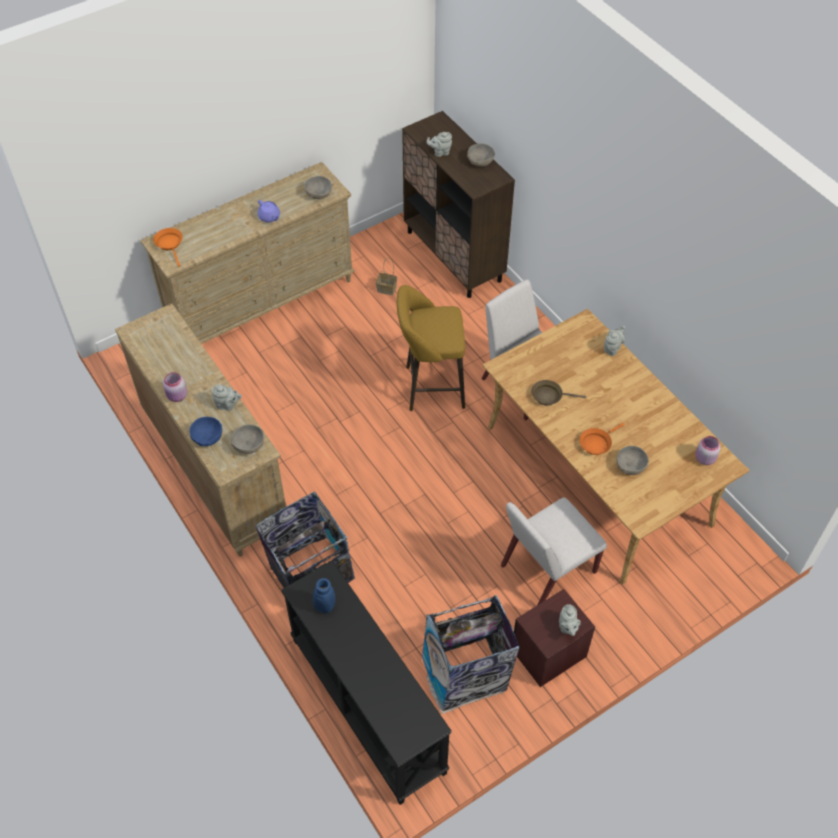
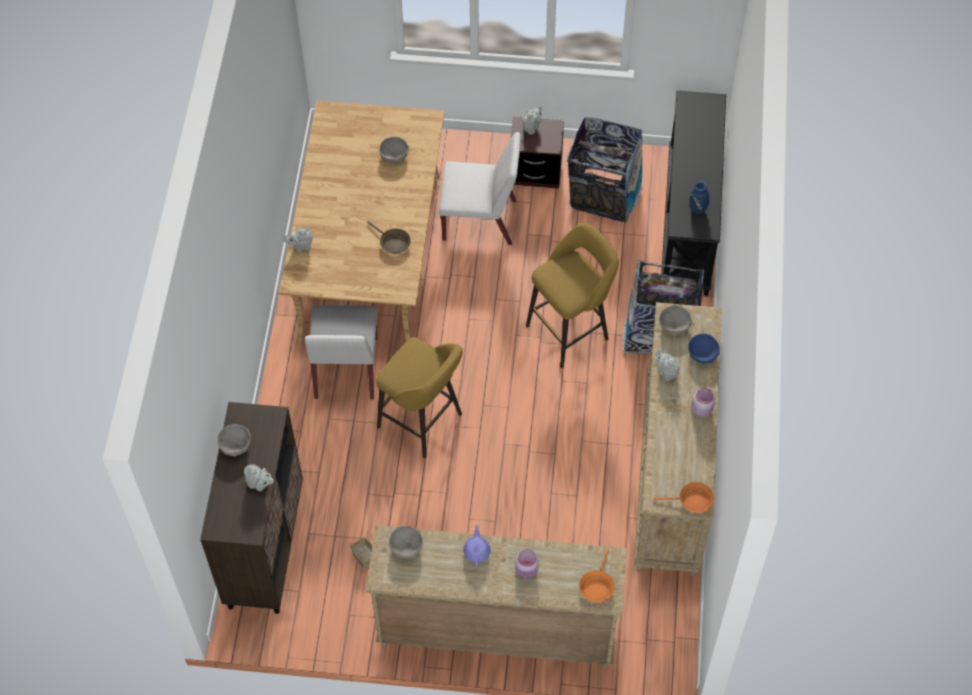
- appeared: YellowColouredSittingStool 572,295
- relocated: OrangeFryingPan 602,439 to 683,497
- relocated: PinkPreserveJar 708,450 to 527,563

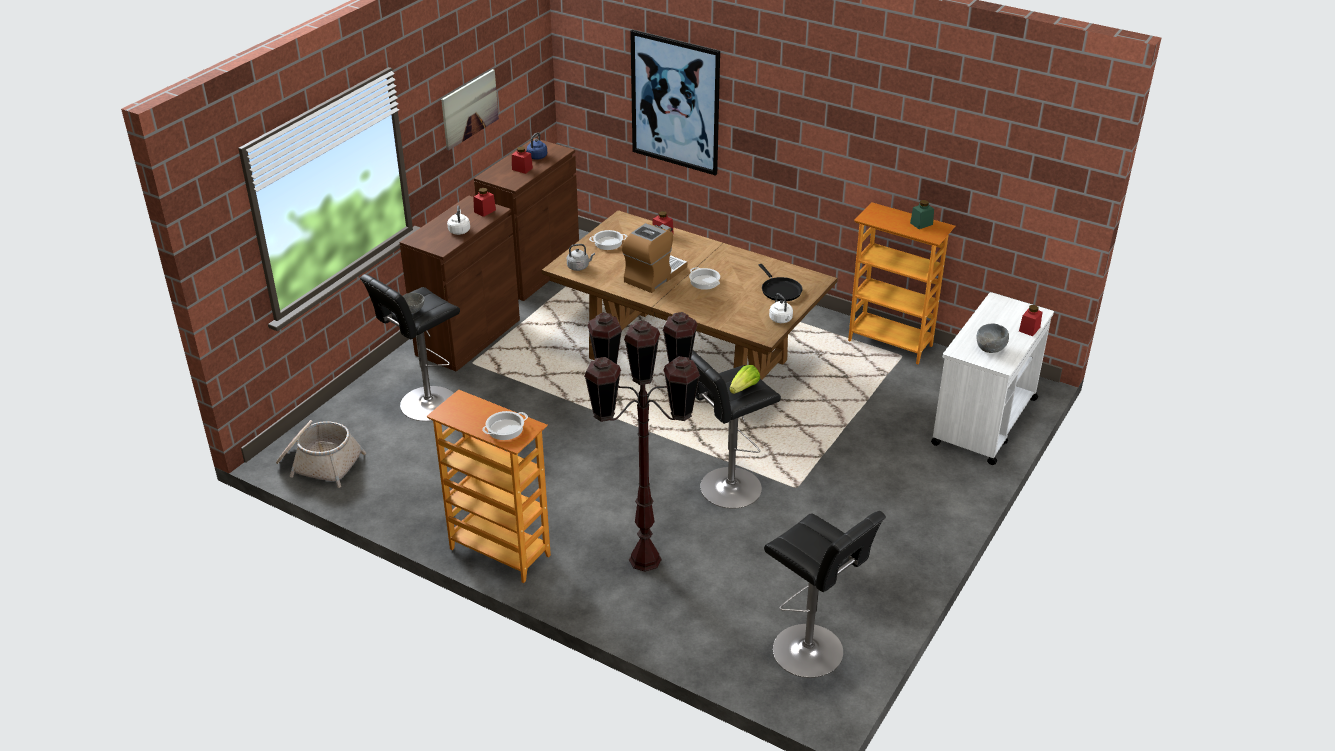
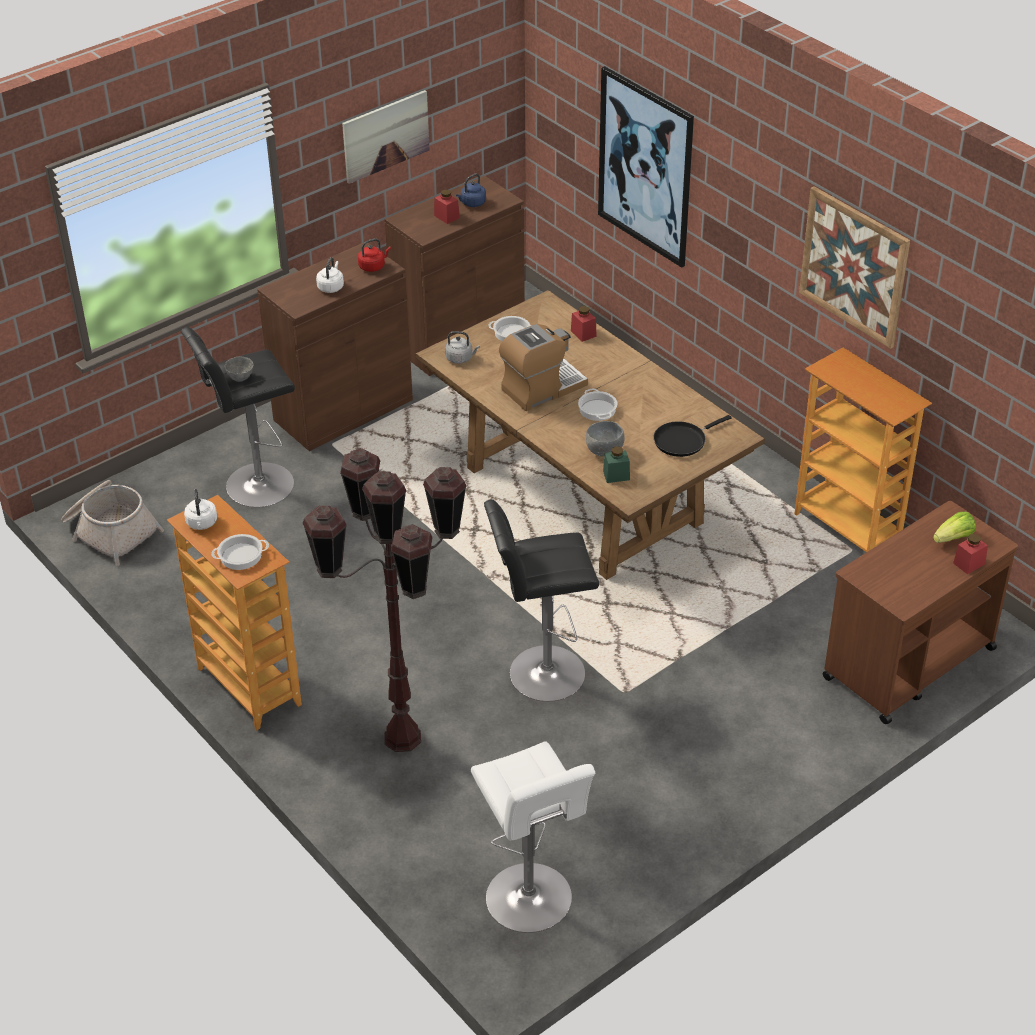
- appeared: Picture 854,267
- relocated: LettuceHead 745,379 to 954,527
- relocated: WhiteTeaKettle 781,308 to 200,509
- relocated: GreenColouredPreserveJar 922,214 to 616,464
- relocated: GreyServingBowl 992,338 to 605,439
- exchanged: ReddishPreserveJar 484,202 to ReddishTeaKettle 374,255
- colour: BlackColouredSittingStool 825,594 to WhiteSittingStool 533,837
- colour: WhiteCart 992,378 to BrownCart 920,612
- spun: BlackColouredFryingPan 781,282 = 692,436 60 degrees clockwise

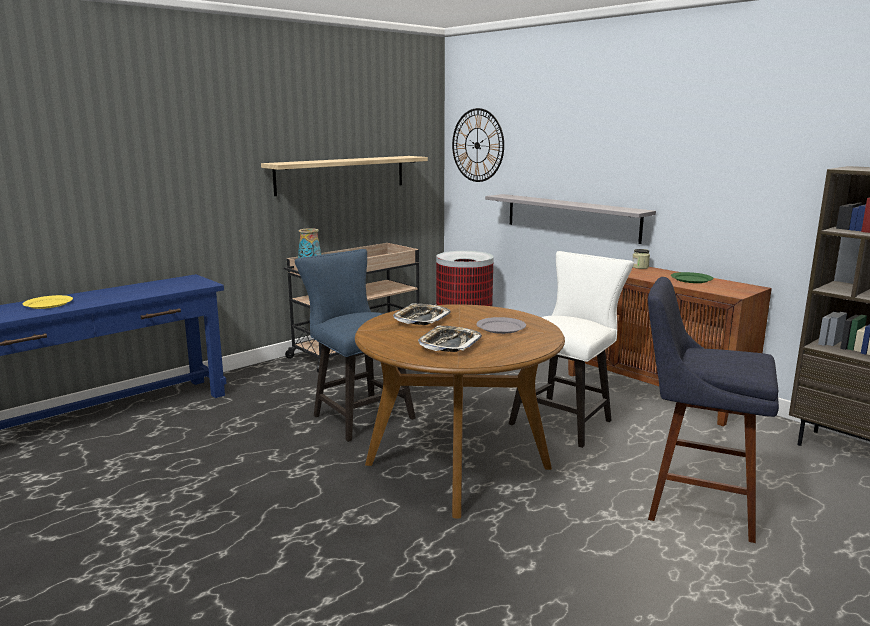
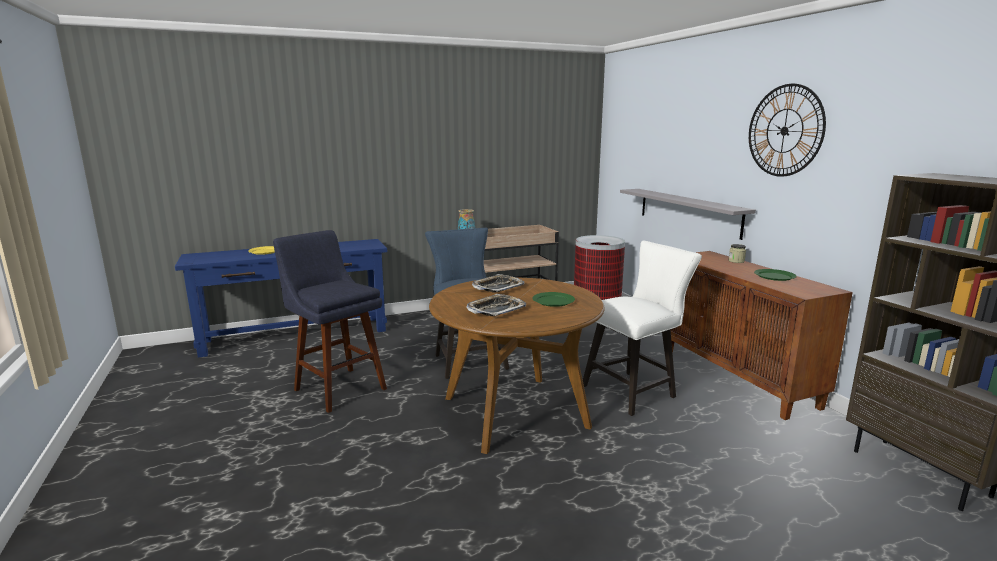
- missing: WallShelf 344,176
- relocated: WallClock 478,145 to 787,130
- relocated: BlueColouredSittingStool 713,410 to 330,321
- colour: GreyFlatDish 501,325 to GreenColouredFlatDish 553,299

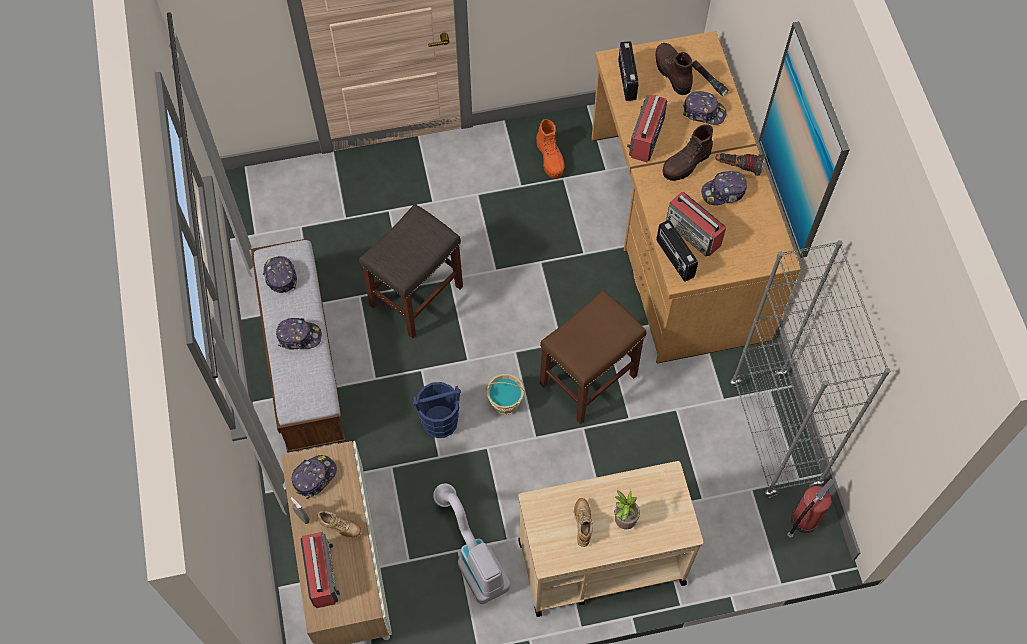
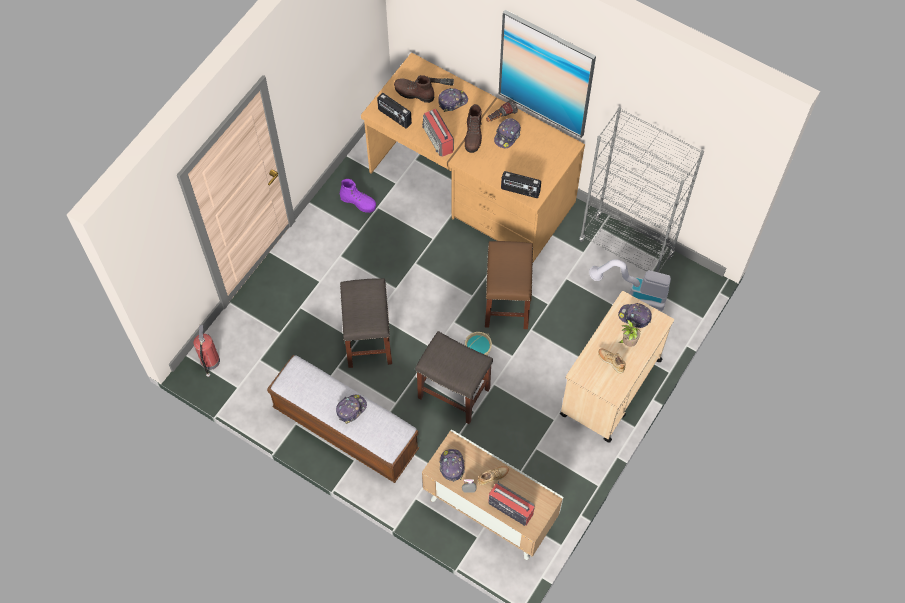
- missing: Radio 696,224
- relocated: Cap 280,274 to 635,315
- relocated: VacuumCleaner 471,543 to 630,285
- relocated: Extinguisher 811,508 to 207,351
- exchanged: BlueColouredBucket 437,410 to GreySittingStool 454,377
- colour: OrangeBoot 550,148 to PurplishBoot 358,196

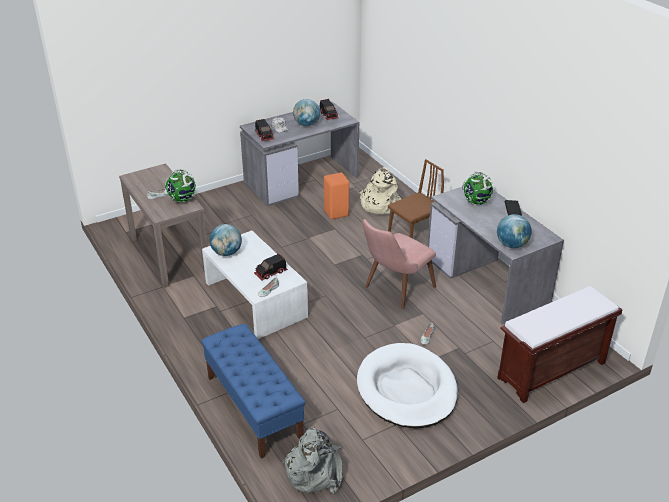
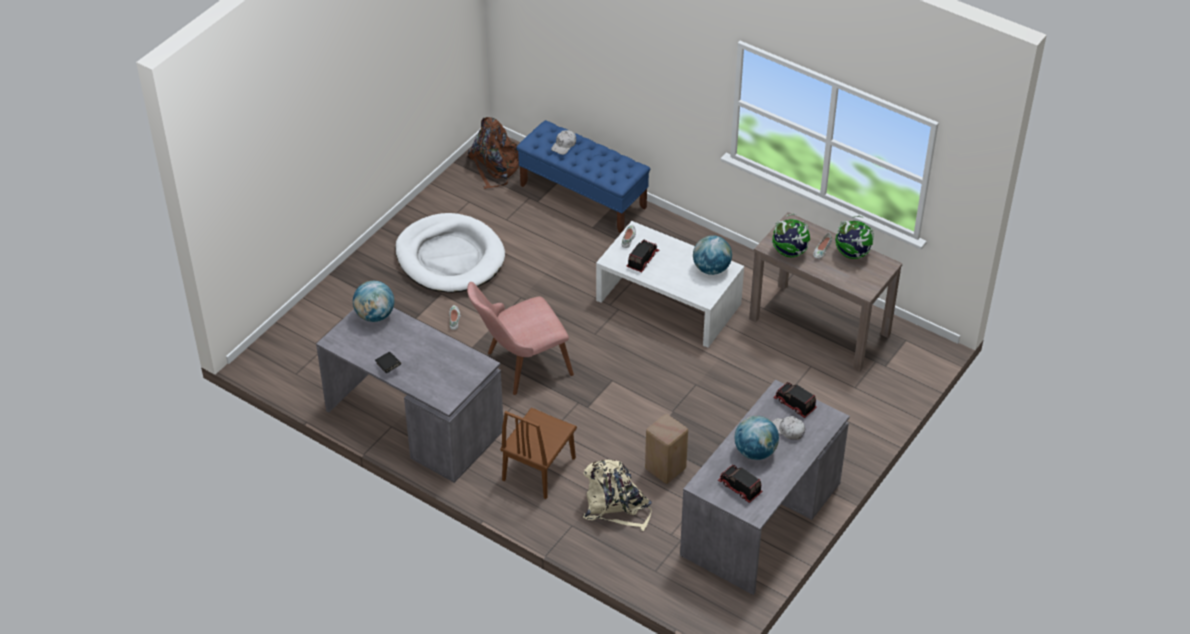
- missing: BrownLongSeat 560,344
- appeared: WhiteCap 563,142
- relocated: WorldGlobe 477,188 to 854,237
- colour: GreyKnapsack 312,460 to BrownKnapsack 493,153
- colour: OrangeSittingStool 336,196 to BeigeColouredSittingStool 666,449
- spun: PinkUprightChair 399,264 = 520,338 135 degrees counterclockwise

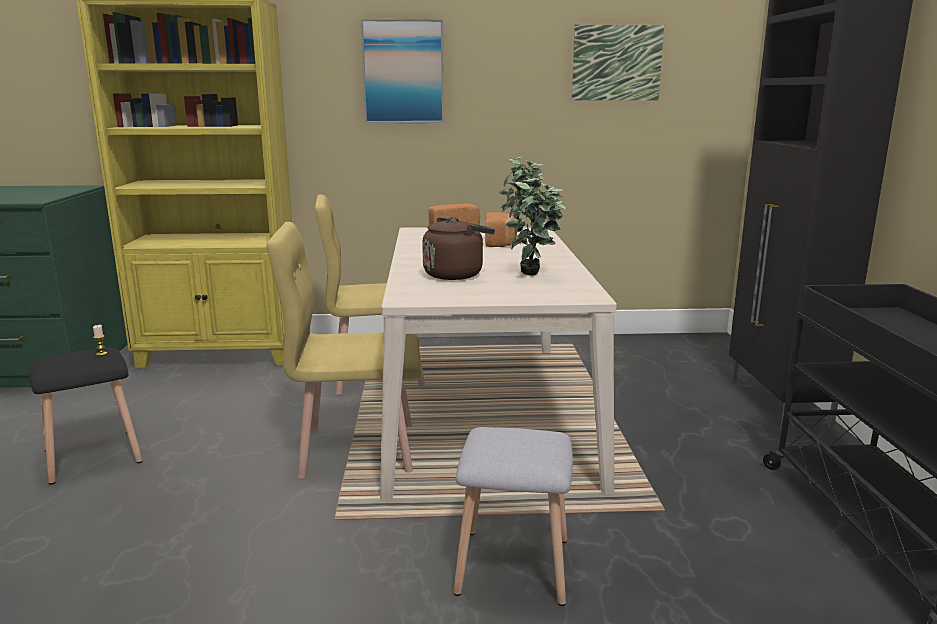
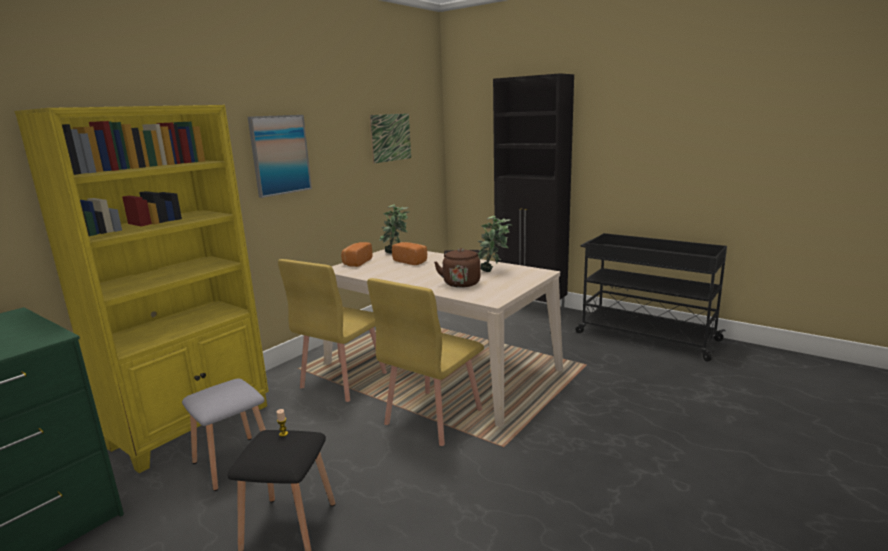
- relocated: GreySittingStool 513,516 to 224,435

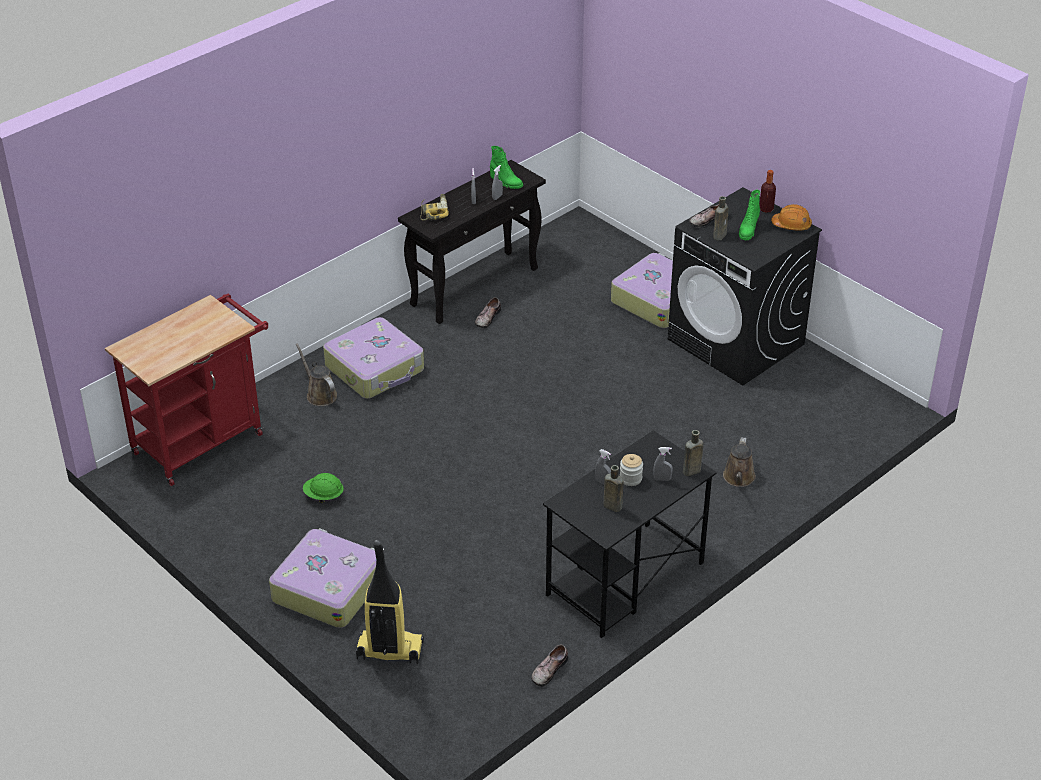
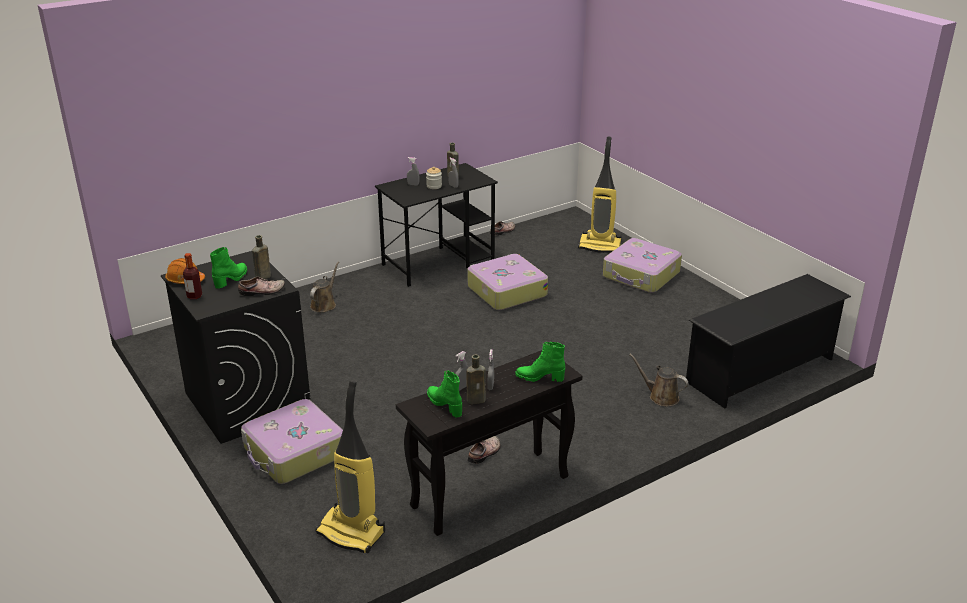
- missing: GreenColouredWorkHelmet 323,488
- appeared: VacuumCleaner 350,466
- relocated: PieceOfLuggage 373,358 to 507,282
- relocated: BrownBeverageBottle 693,453 to 476,379
- exchanged: ReddishCart 186,390 to BlackColouredShoeShelf 768,341
- exchanged: ElectricDrill 434,207 to GreenColouredBoot 540,362
- spun: BrownWateringPot 316,374 = 659,380 150 degrees clockwise

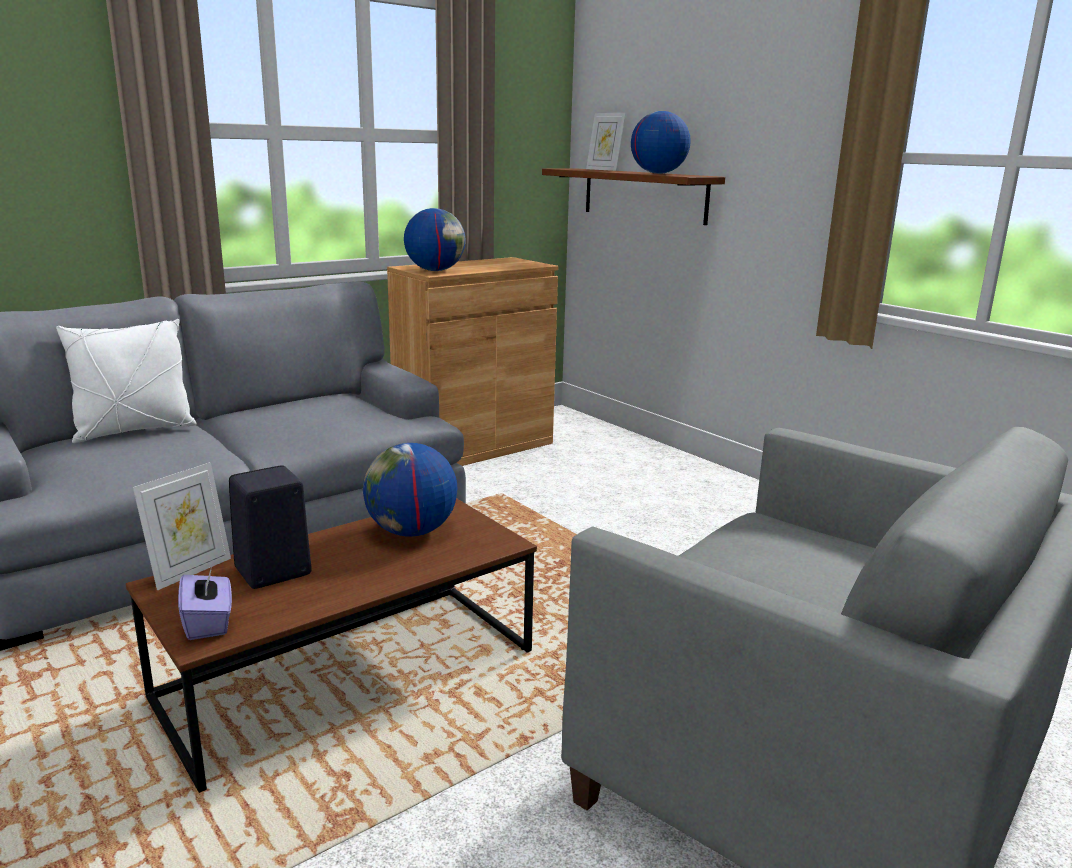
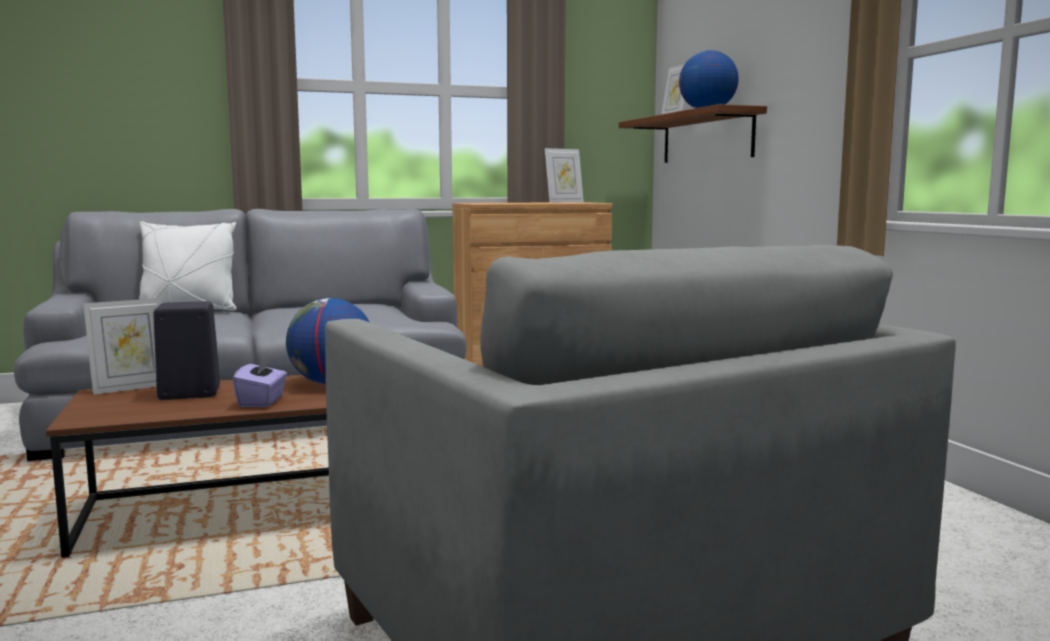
- missing: WorldGlobe 435,239
- appeared: PhotoFrame 564,175
- relocated: PurplishTissueHolder 205,603 to 259,380

